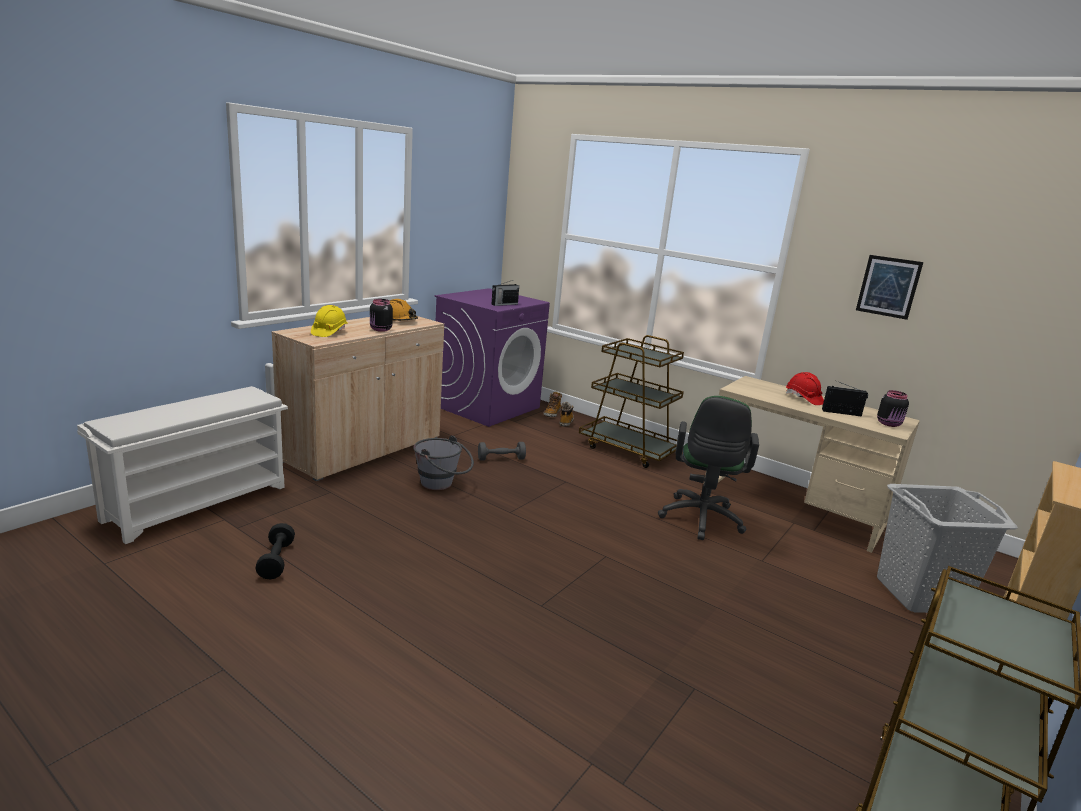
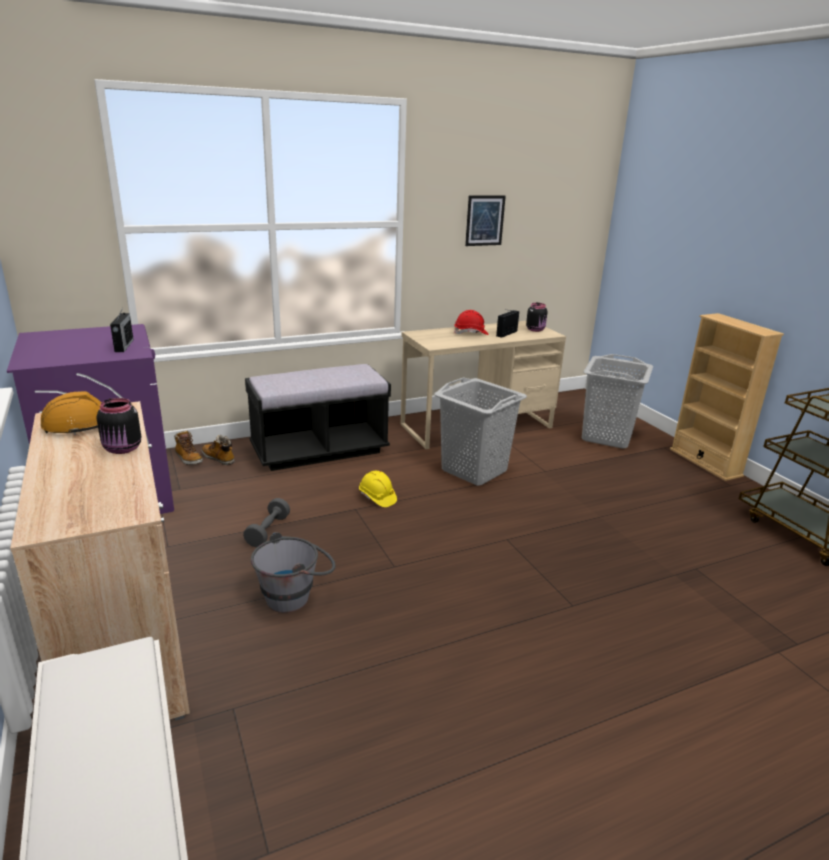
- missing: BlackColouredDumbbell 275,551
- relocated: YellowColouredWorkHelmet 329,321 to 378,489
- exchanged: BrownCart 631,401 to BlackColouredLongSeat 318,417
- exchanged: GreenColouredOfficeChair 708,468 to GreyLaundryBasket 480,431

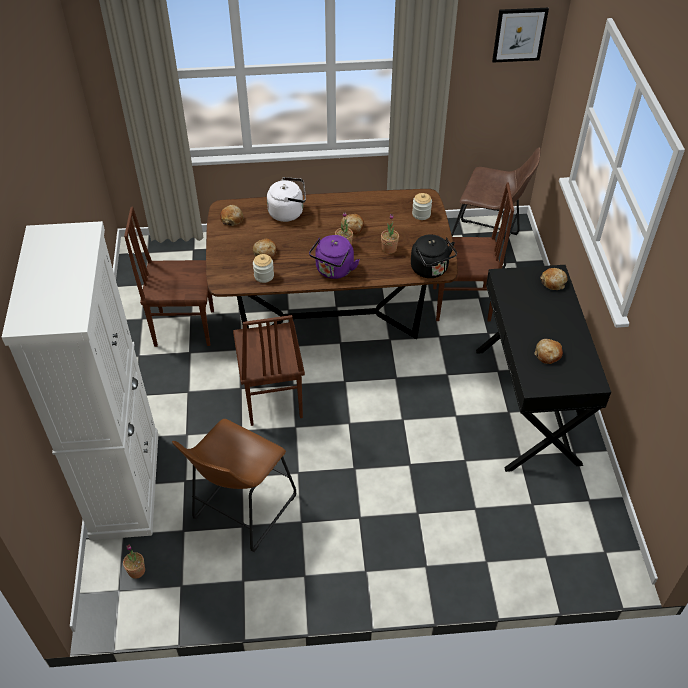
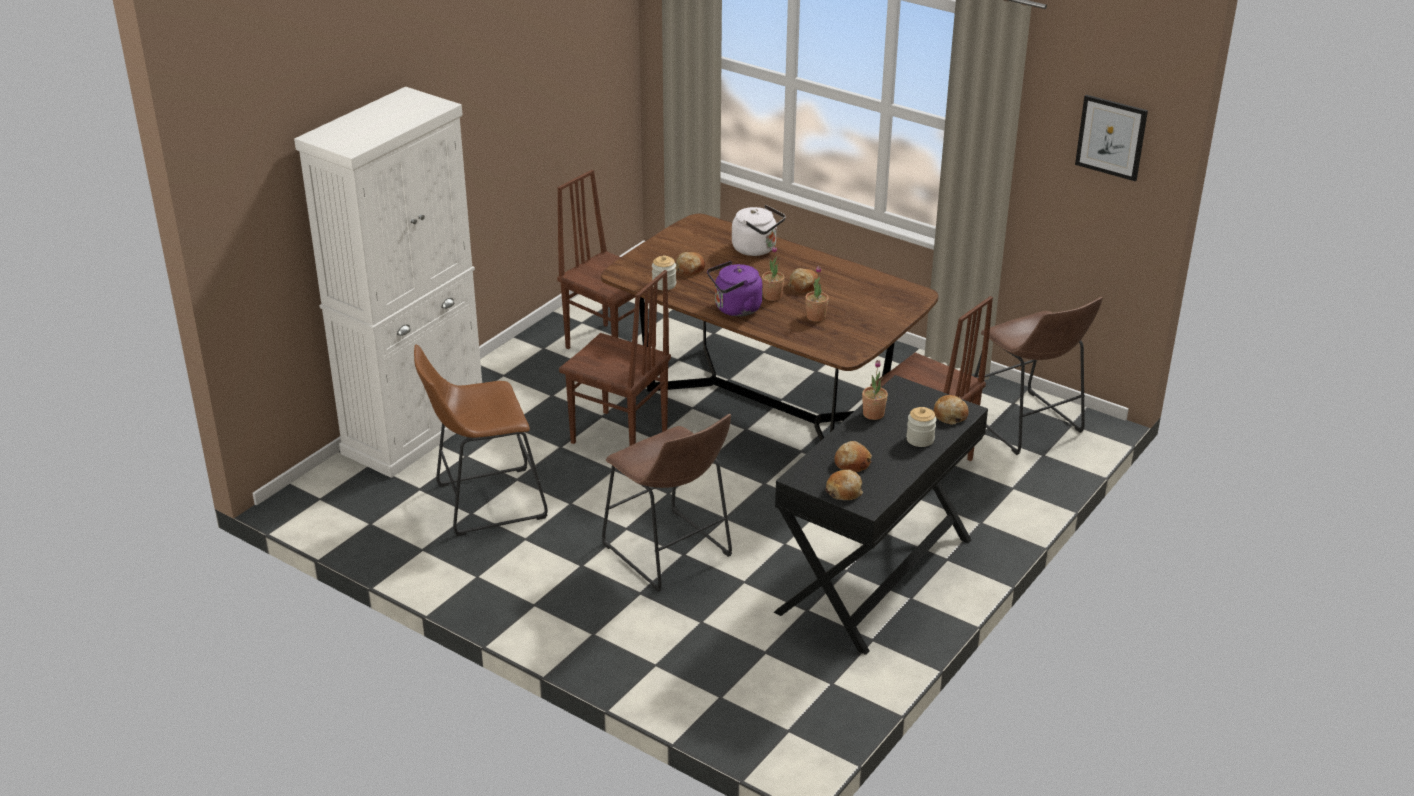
- missing: BlackColouredTeaKettle 434,256
- appeared: BrownSittingStool 667,503
- relocated: PottedPlant 134,562 to 875,390
- relocated: BakedBread 232,215 to 844,484
- relocated: PreserveJar 422,206 to 921,427
- spun: BrownUprightChair 269,370 = 615,358 90 degrees counterclockwise

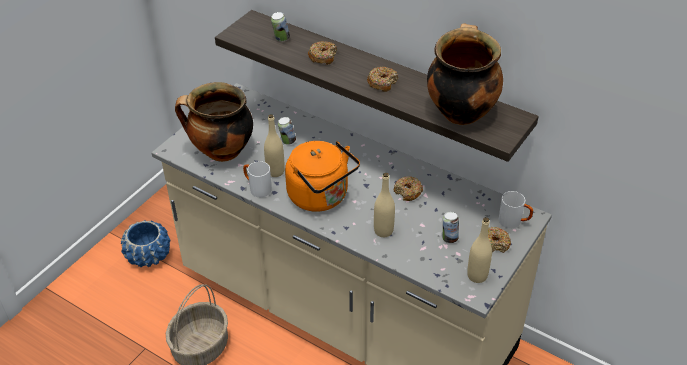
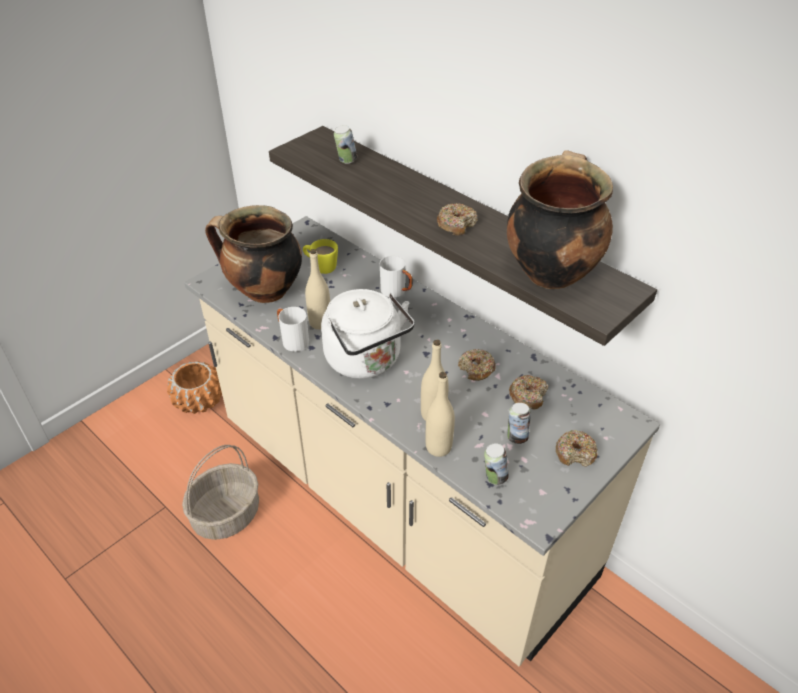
- appeared: YellowColouredMug 320,256
- relocated: Can 287,131 to 496,464
- relocated: Donut 322,53 to 528,392
- relocated: BeigeColouredBeverageBottle 479,250 to 440,414
- relocated: WhiteMug 515,209 to 396,277
- colour: BlueColouredPlantPot 146,243 to OrangePlantPot 194,387
- colour: OrangeTeaKettle 322,176 to WhiteTeaKettle 368,334

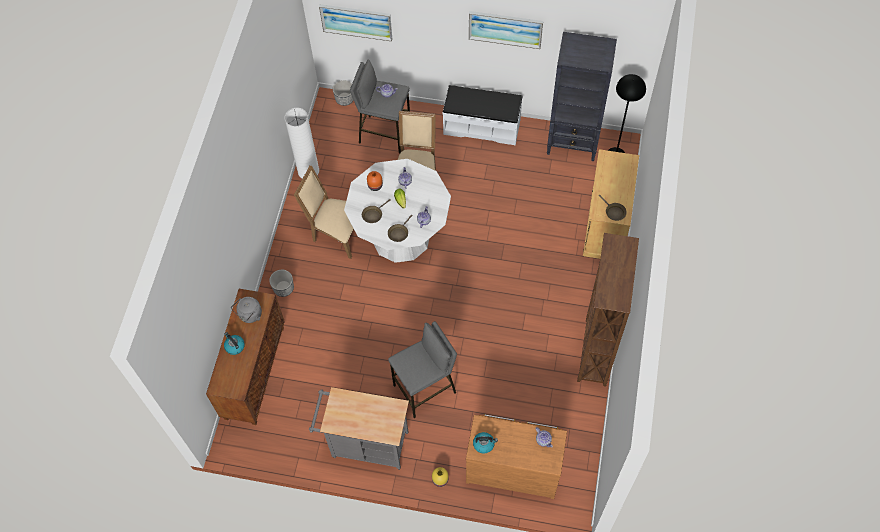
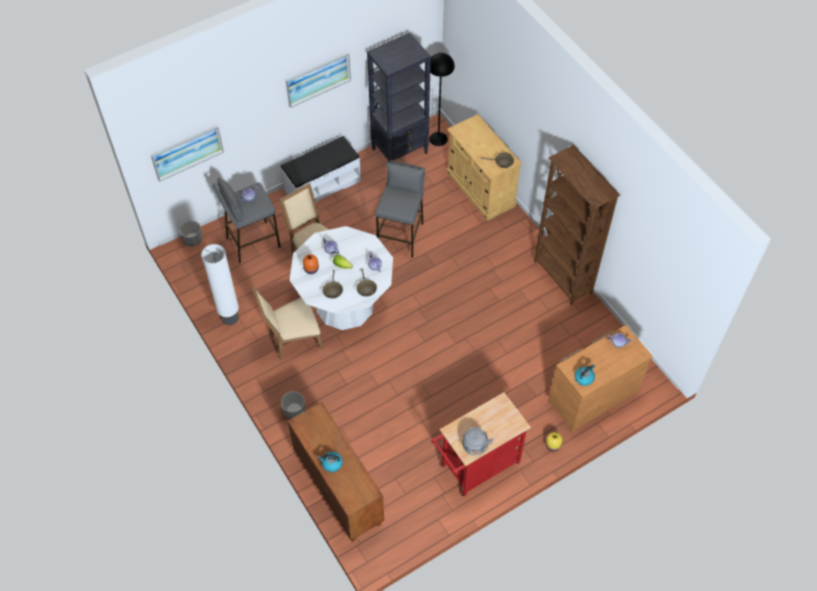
- relocated: GreyTeaKettle 246,310 to 477,441
- relocated: GreySittingStool 422,370 to 400,209
- colour: GreyCart 359,428 to ReddishCart 481,444

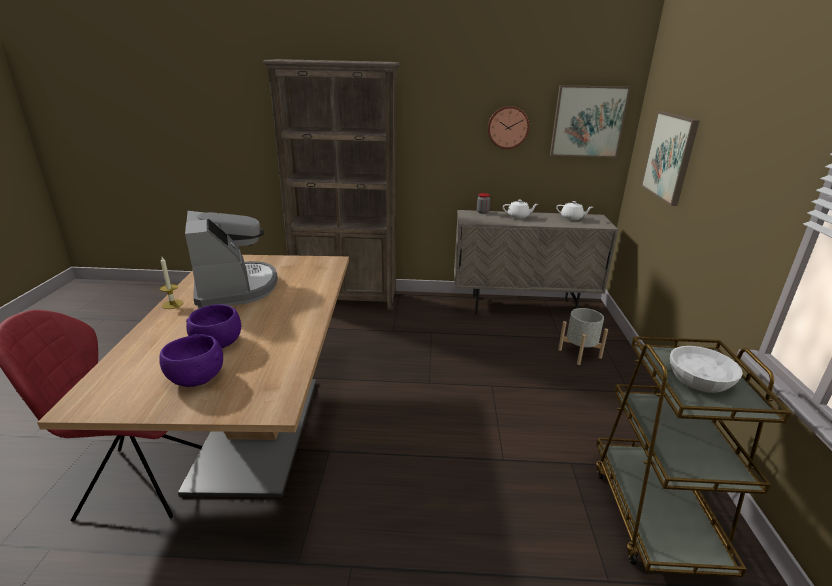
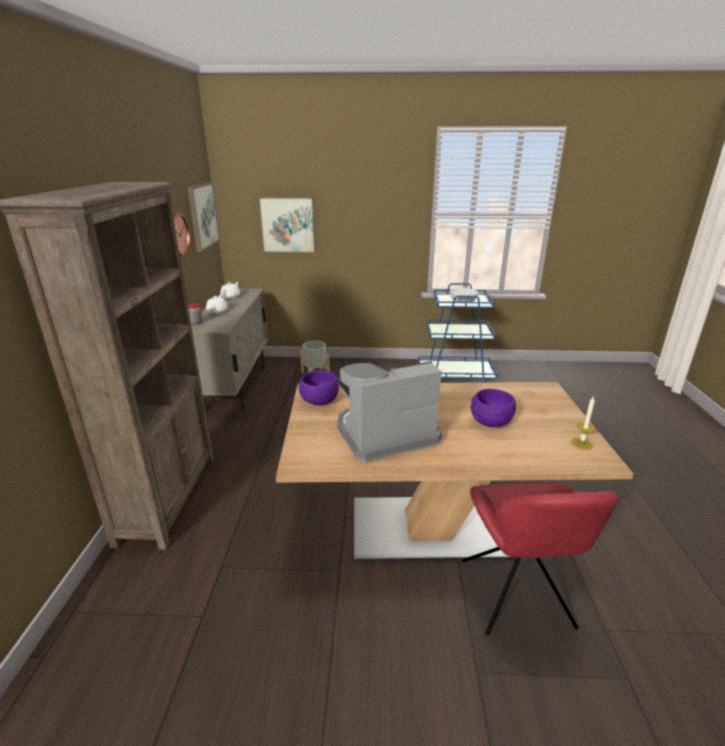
- relocated: PurplishServingBowl 191,360 to 318,387
- relocated: WaxCandle 171,283 to 583,423
- colour: BrownCart 693,456 to BlueColouredCart 457,332

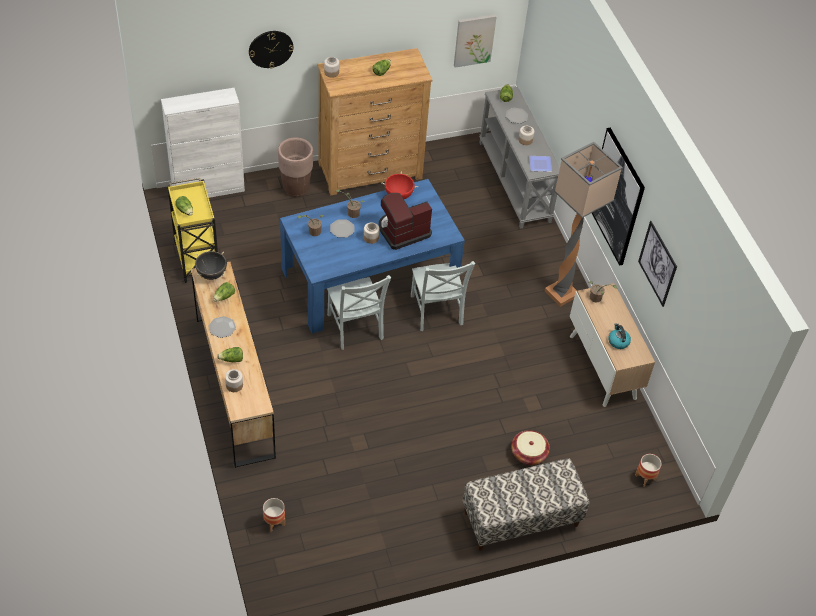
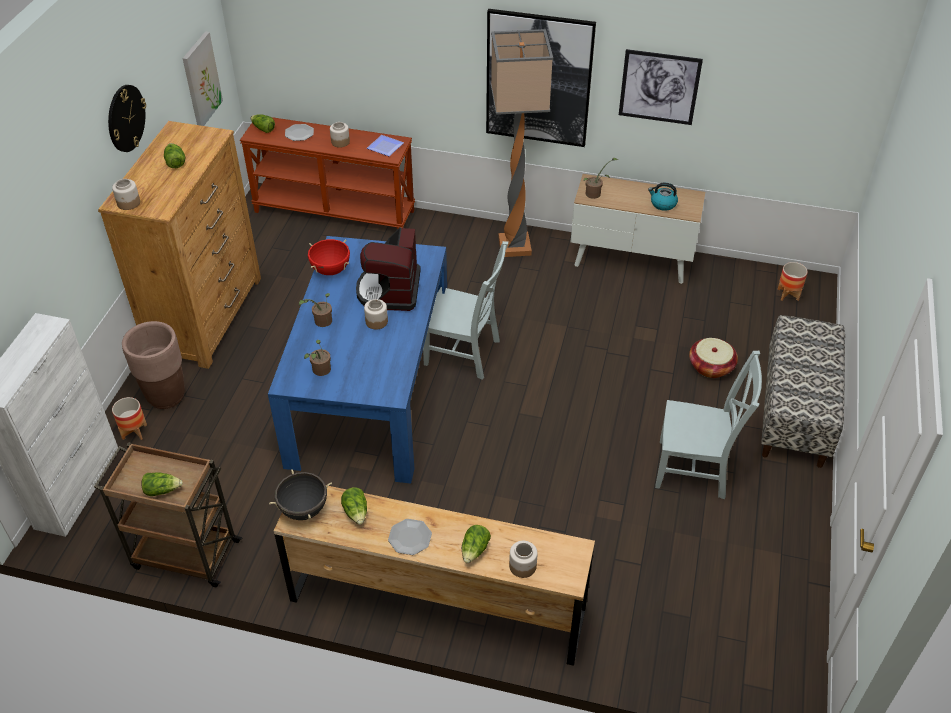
- missing: FlatDish 342,228
- relocated: WallClock 271,50 to 127,118
- relocated: PlantPot 274,515 to 129,418
- relocated: GreyUprightChair 359,312 to 708,425
- colour: YellowColouredCart 192,230 to BrownCart 168,514
- colour: GreyNarrowTable 519,158 to BrownNarrowTable 327,173

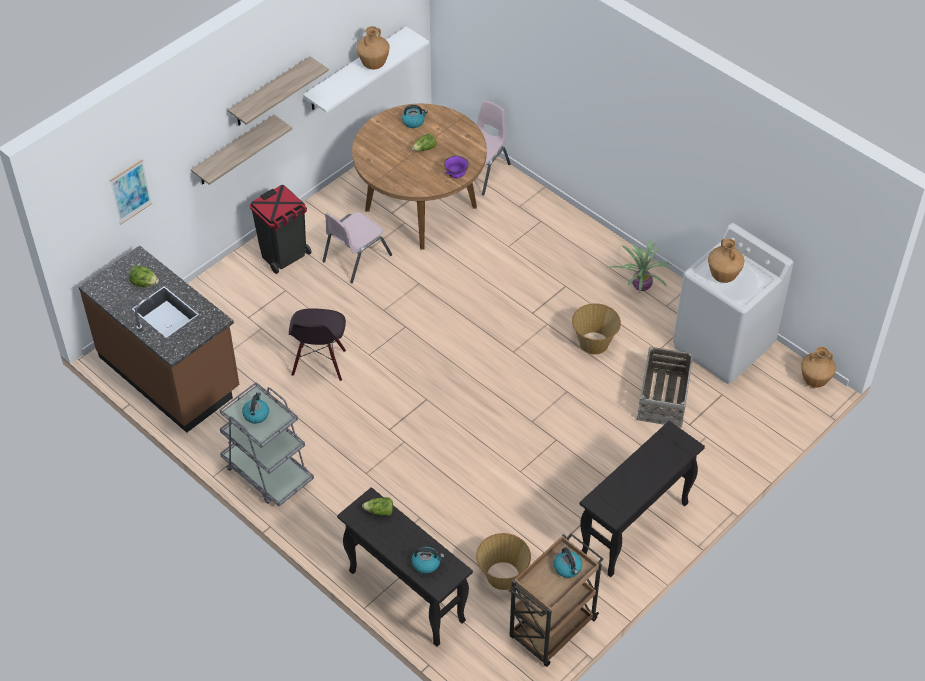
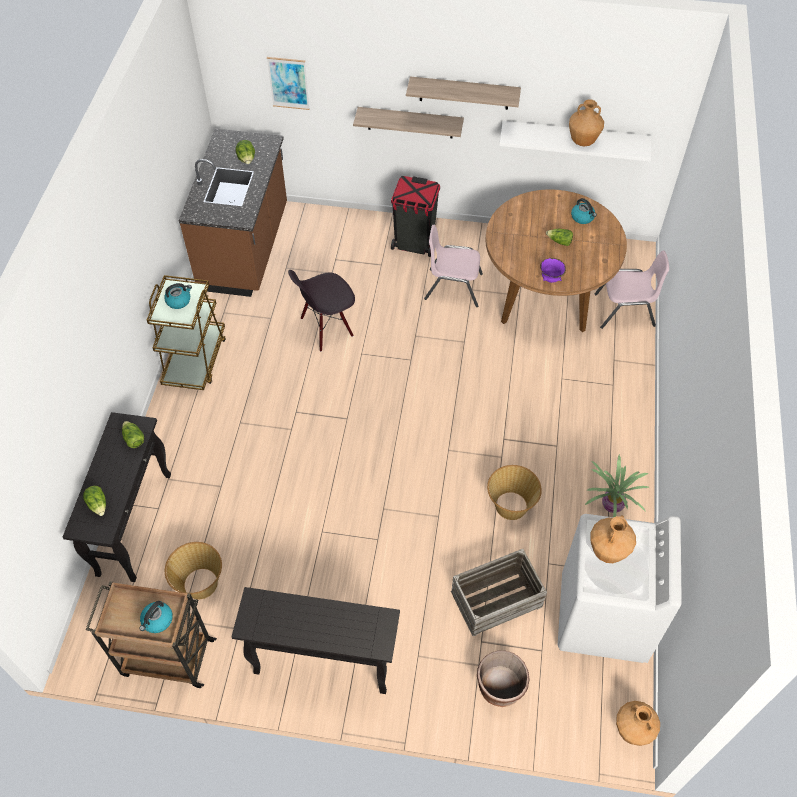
- appeared: BrownPlantPot 503,678
- exchanged: TeaKettle 428,560 to LettuceHead 94,501
- colour: GreyCart 266,444 to BrownCart 186,332

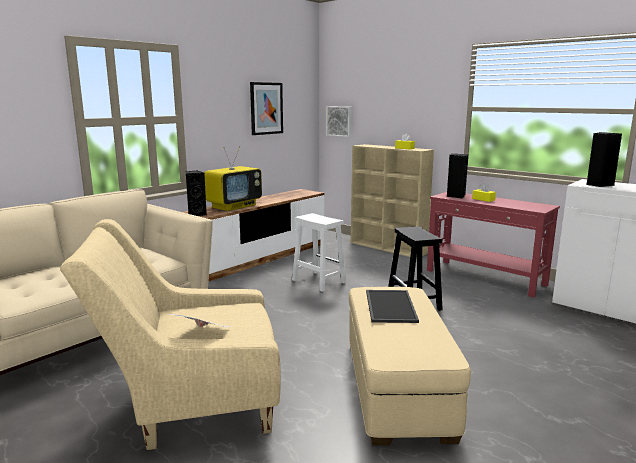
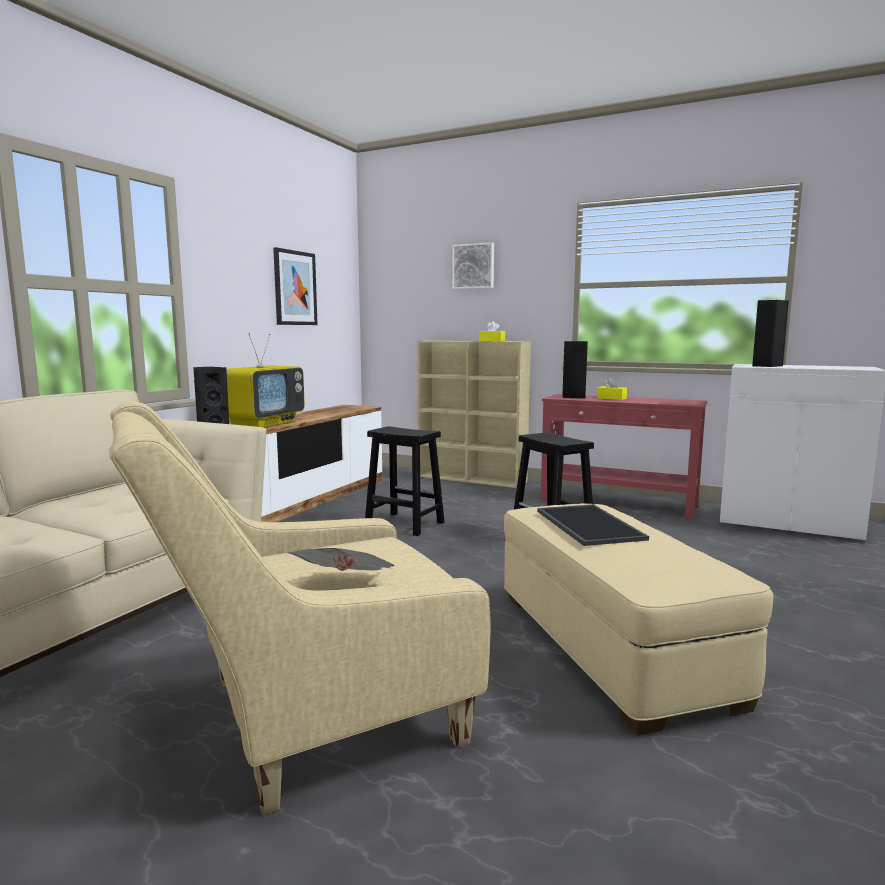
- relocated: Picture 338,121 to 473,265
- colour: WhiteSittingStool 319,252 to BlackColouredSittingStool 405,481

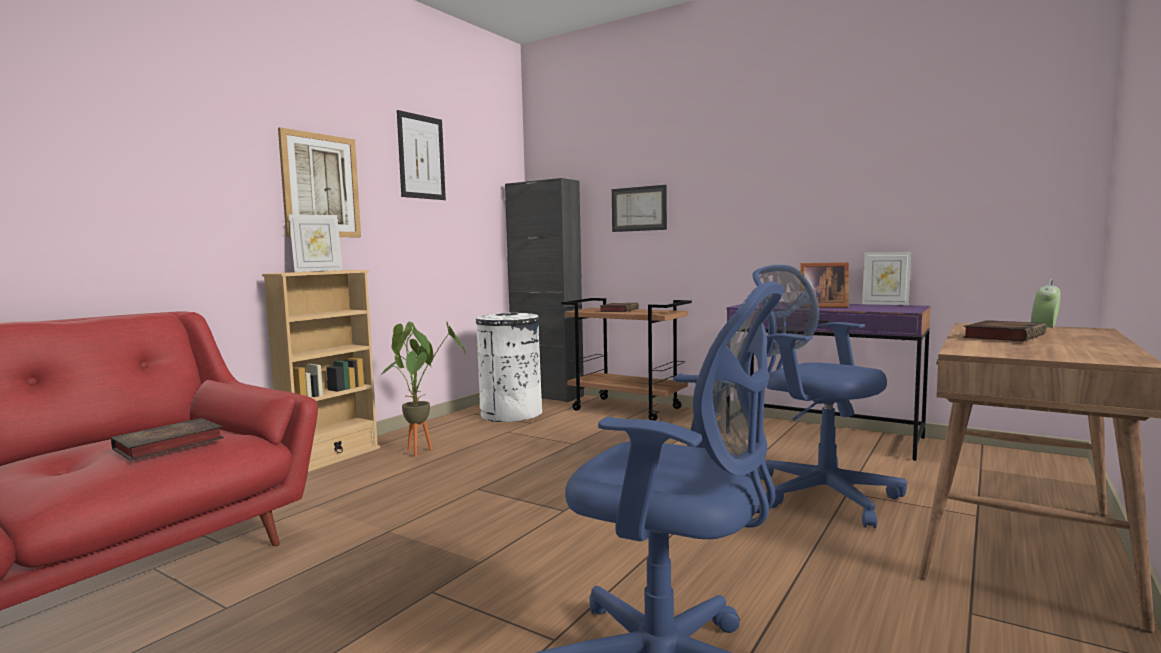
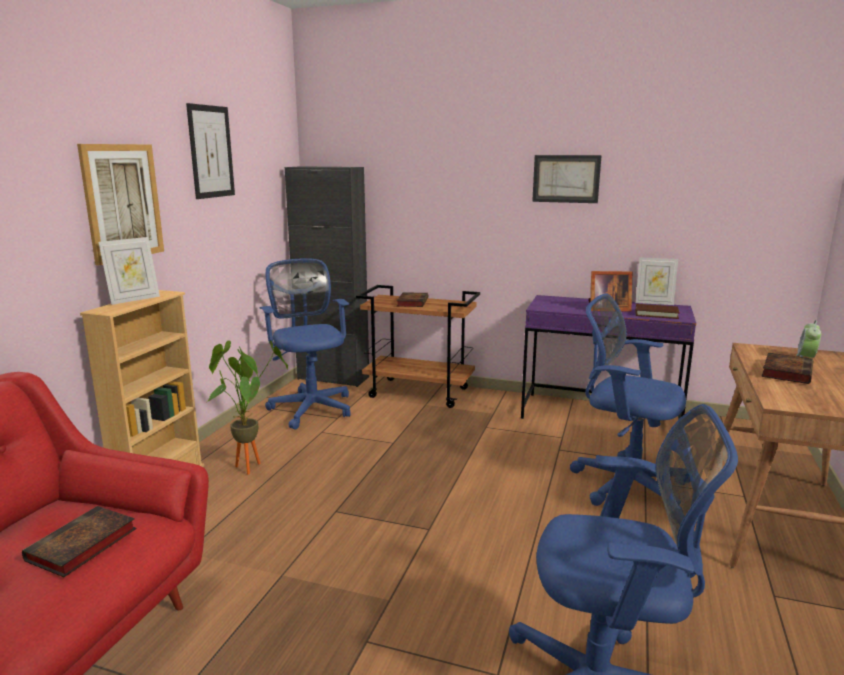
- appeared: BrownVolume 658,311
- relocated: Picture 639,208 to 567,179
- exchanged: WhiteTrashCan 509,367 to BlueColouredOfficeChair 305,344

